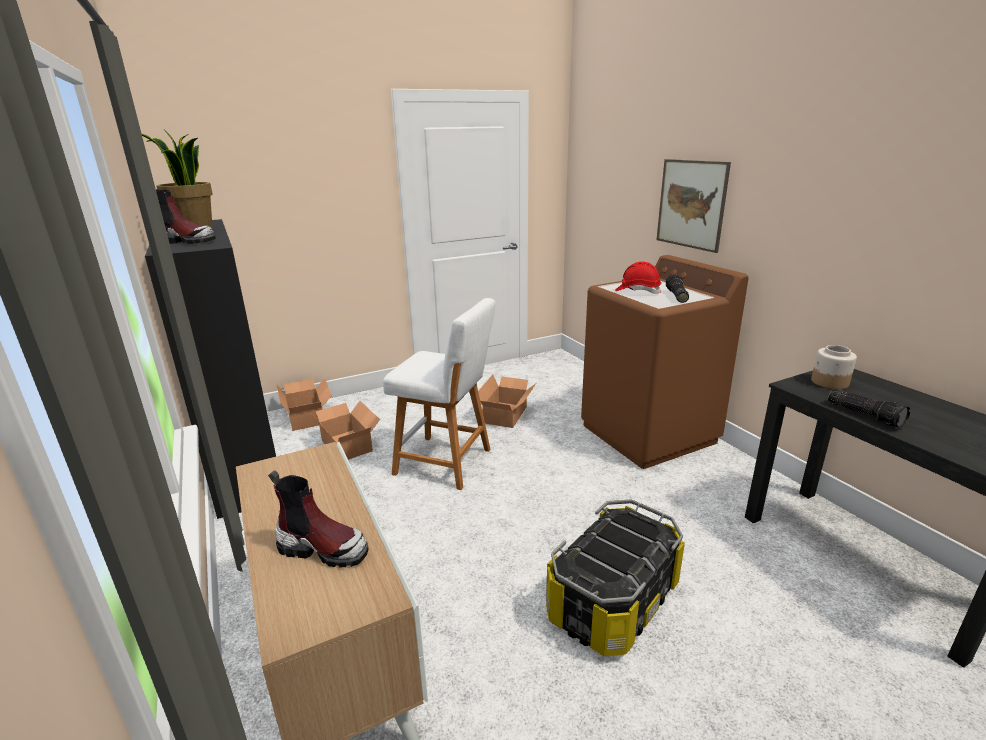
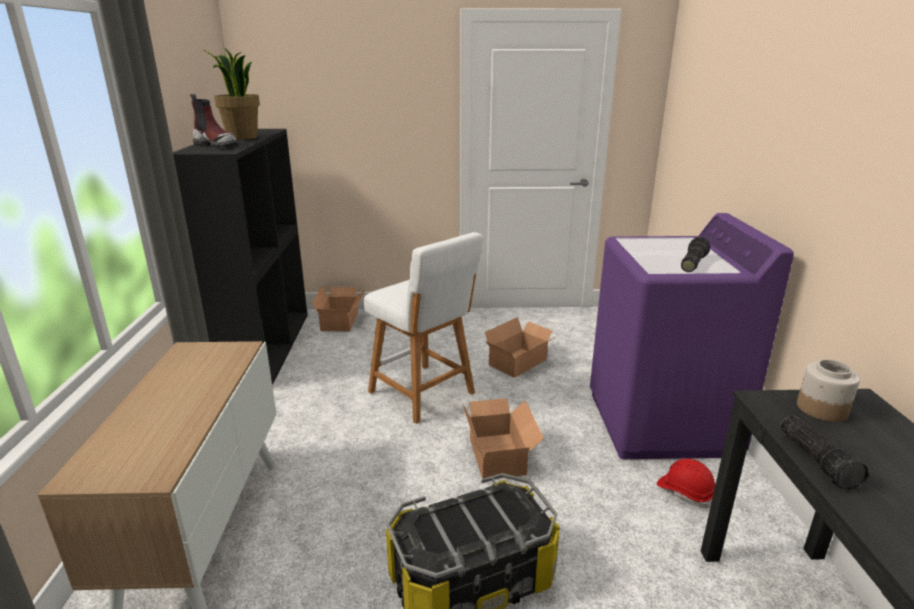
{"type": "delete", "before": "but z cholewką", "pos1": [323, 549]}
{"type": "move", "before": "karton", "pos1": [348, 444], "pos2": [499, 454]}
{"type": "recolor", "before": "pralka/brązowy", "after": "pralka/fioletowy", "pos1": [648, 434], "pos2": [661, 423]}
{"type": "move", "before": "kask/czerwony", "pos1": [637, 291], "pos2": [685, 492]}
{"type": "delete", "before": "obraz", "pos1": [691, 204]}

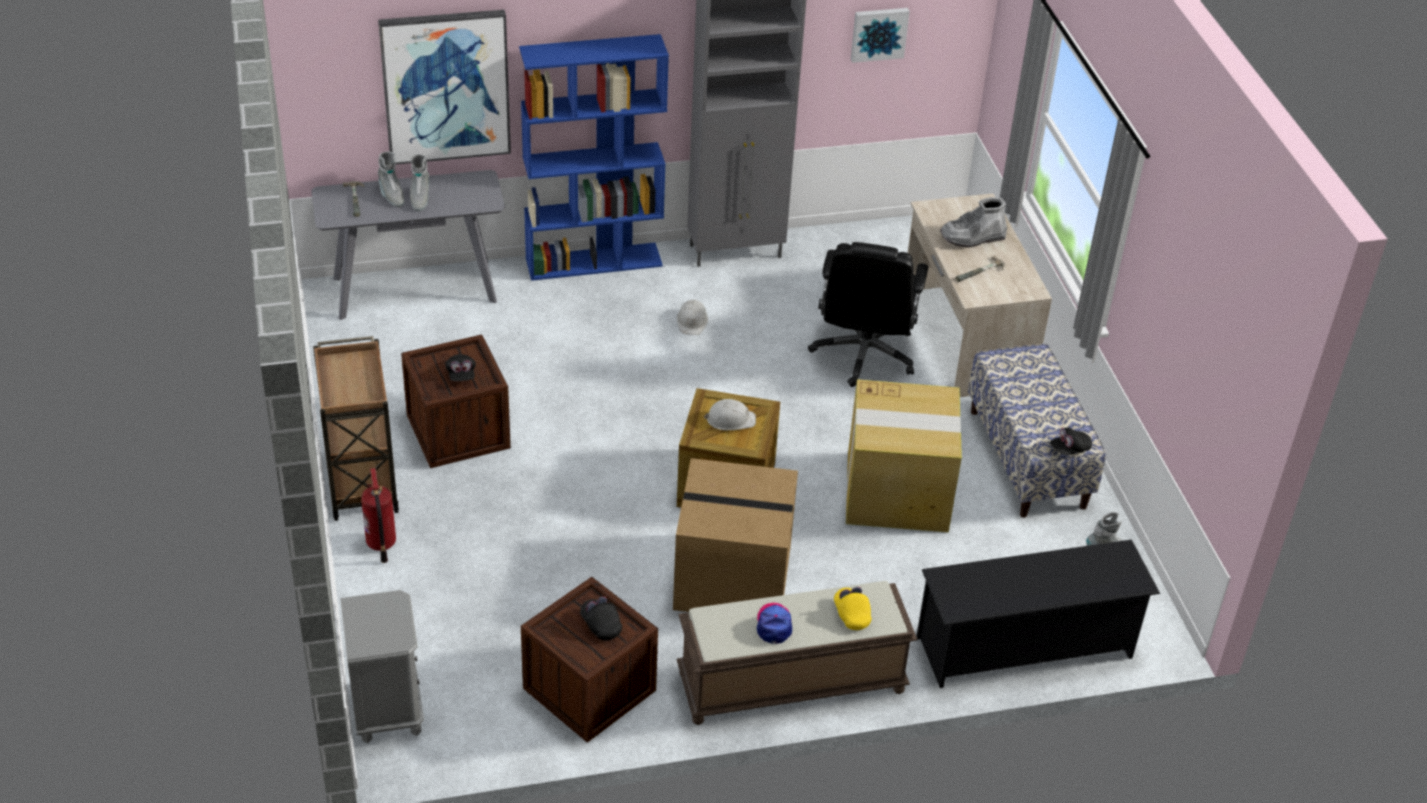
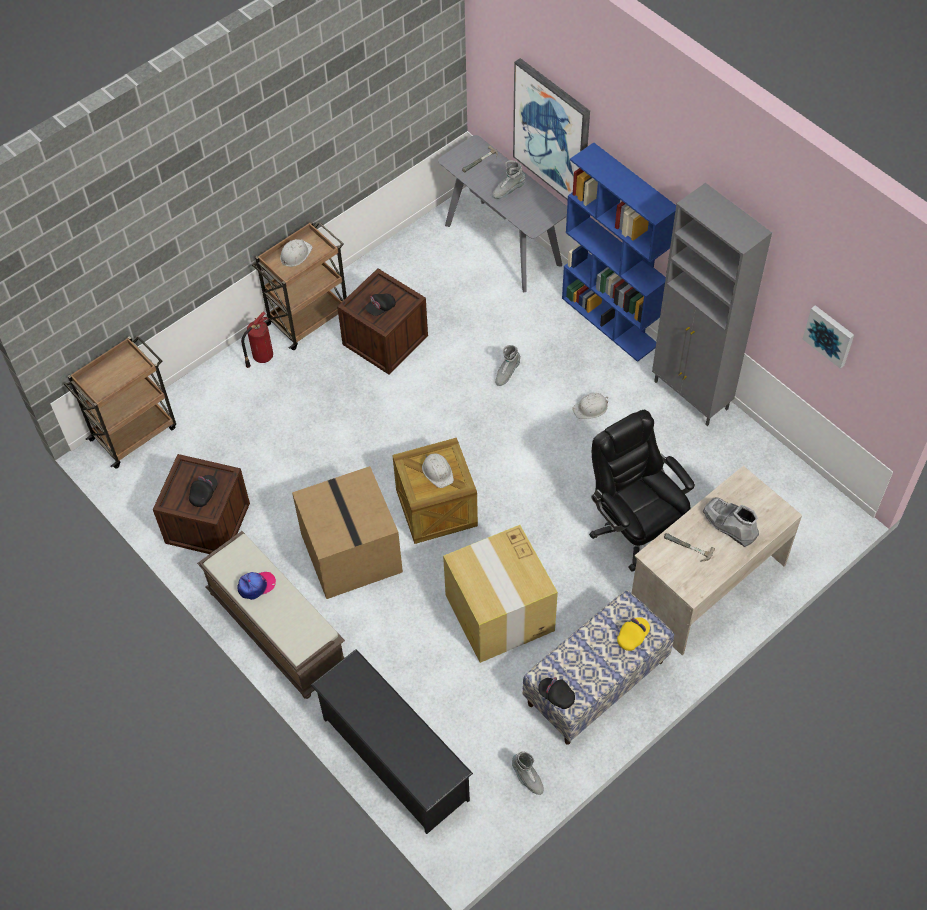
{"type": "replace", "before": "szafka nocna/szary", "after": "wózek/brązowy", "pos1": [387, 709], "pos2": [135, 432]}
{"type": "move", "before": "but z cholewką/szary", "pos1": [391, 195], "pos2": [507, 373]}
{"type": "rotate", "before": "krzesło biurowe/czarny", "pos1": [863, 354], "pos2": [635, 527], "turn": 75}
{"type": "move", "before": "czapka z daszkiem/żółty", "pos1": [851, 614], "pos2": [633, 636]}
{"type": "insert", "after": "kask/biały", "pos2": [295, 254]}

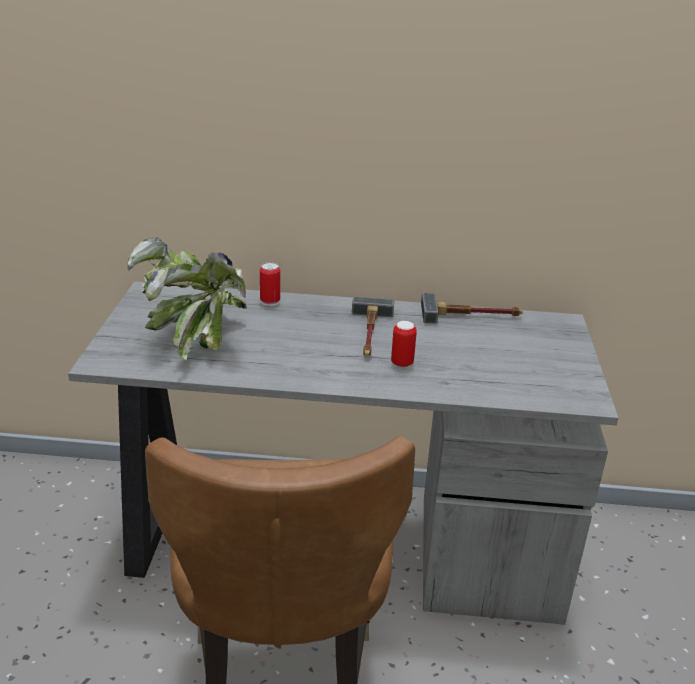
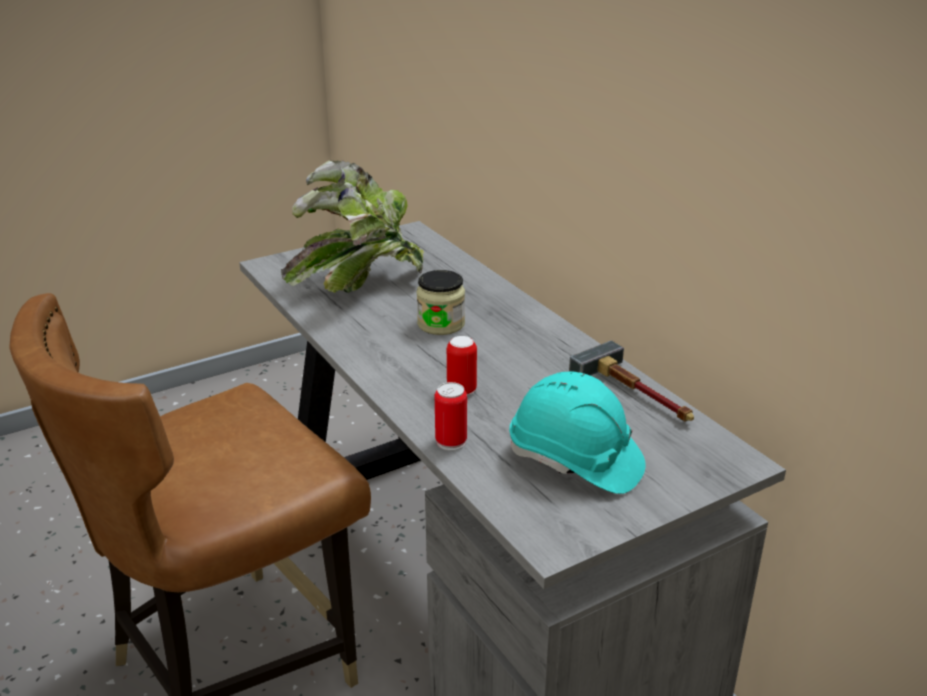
{"type": "move", "before": "puszka", "pos1": [270, 301], "pos2": [451, 441]}
{"type": "delete", "before": "młotek", "pos1": [369, 334]}
{"type": "insert", "after": "słoik", "pos2": [441, 324]}
{"type": "insert", "after": "kask/turkusowy", "pos2": [575, 461]}

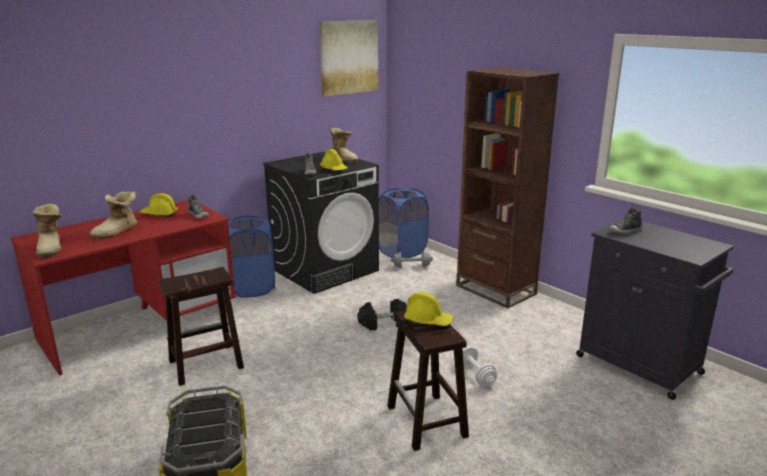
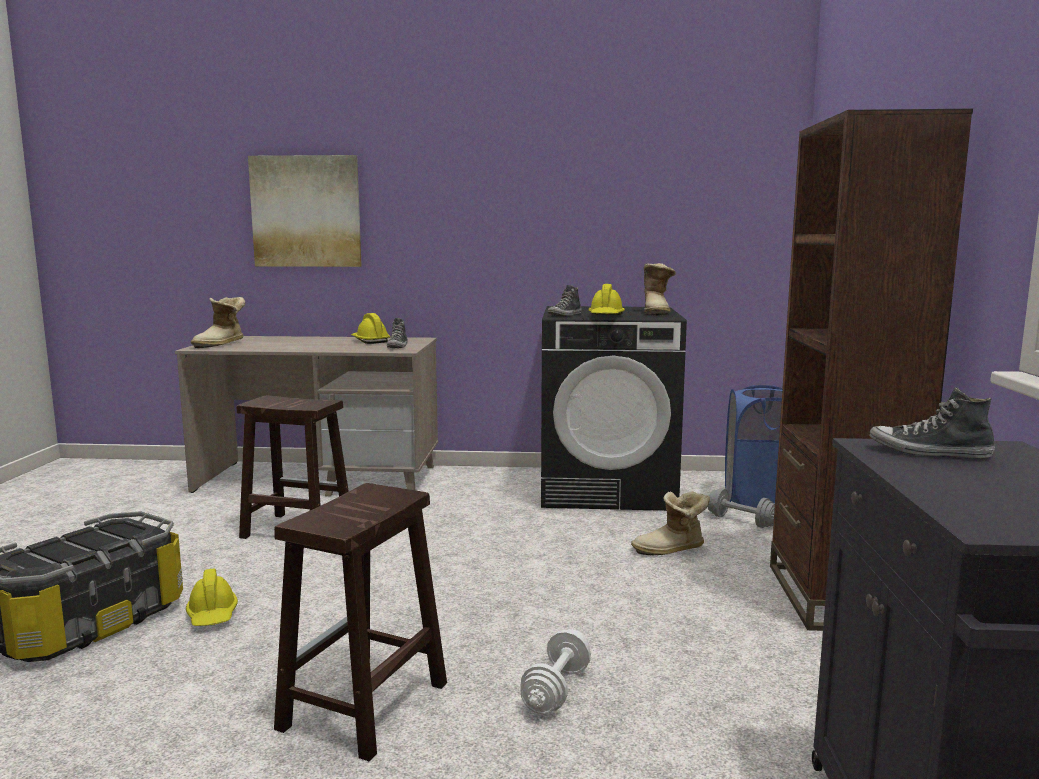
{"type": "recolor", "before": "biurko/czerwony", "after": "biurko/beżowy", "pos1": [141, 326], "pos2": [321, 479]}
{"type": "move", "before": "but z cholewką", "pos1": [118, 232], "pos2": [671, 550]}
{"type": "delete", "before": "kosz na pranie/niebieski", "pos1": [252, 288]}
{"type": "move", "before": "obraz", "pos1": [349, 57], "pos2": [306, 211]}
{"type": "delete", "before": "hantel/czarny", "pos1": [384, 323]}
{"type": "move", "before": "kask/żółty", "pos1": [428, 321], "pos2": [212, 615]}

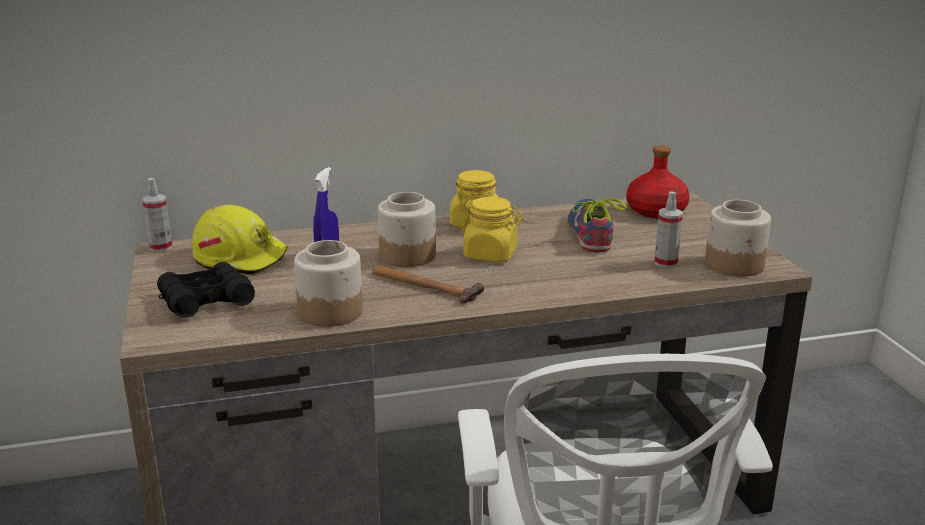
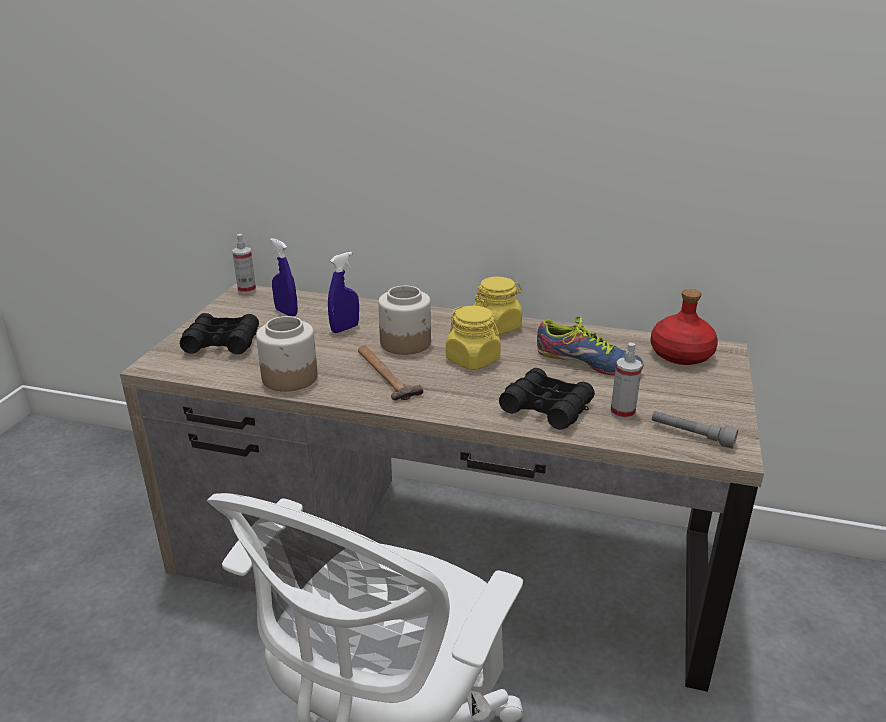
{"type": "replace", "before": "kask/żółty", "after": "spryskiwacz/niebieski", "pos1": [241, 258], "pos2": [286, 312]}
{"type": "rotate", "before": "but", "pos1": [590, 233], "pos2": [587, 361], "turn": 90}
{"type": "replace", "before": "słoik", "after": "latarka/szary", "pos1": [735, 265], "pos2": [691, 435]}
{"type": "insert", "after": "lornetka/czarny", "pos2": [546, 408]}

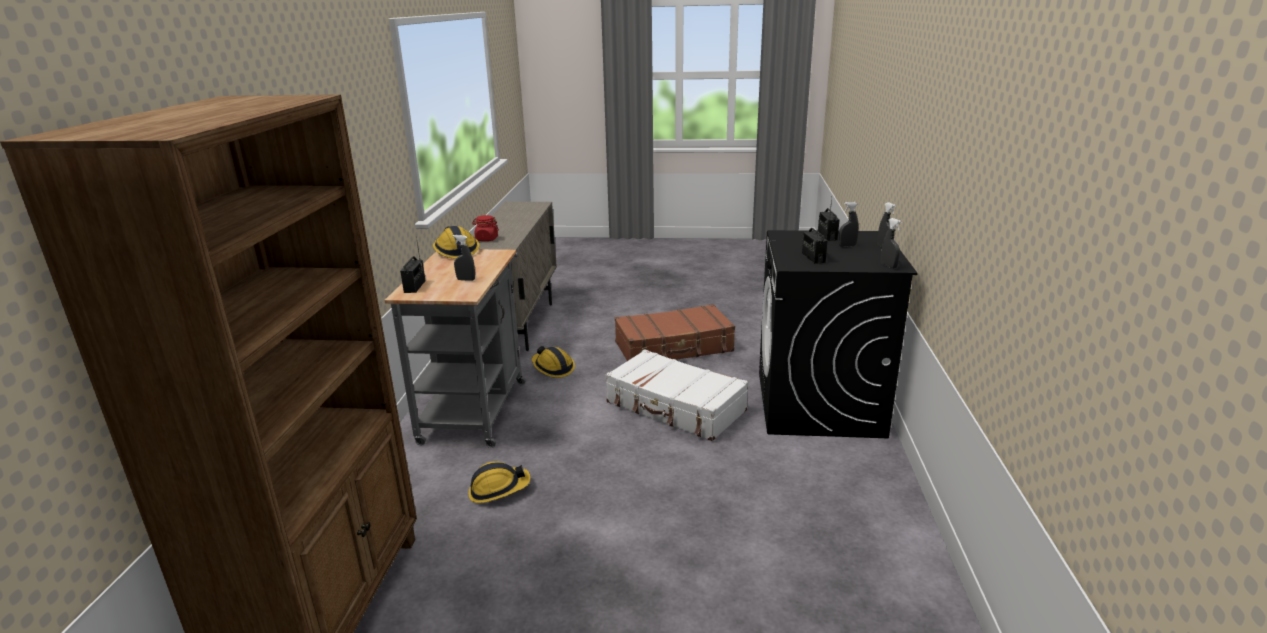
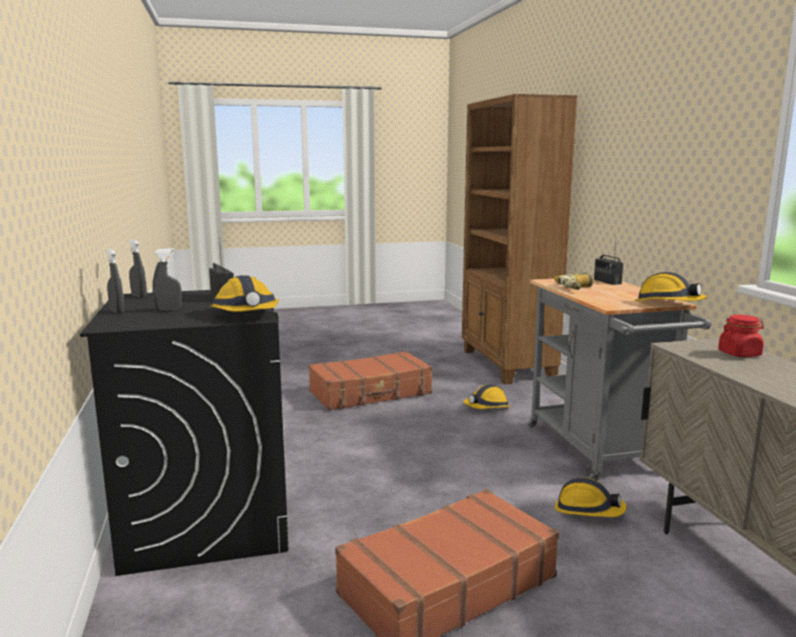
{"type": "replace", "before": "spryskiwacz/szary", "after": "wiertarka", "pos1": [466, 280], "pos2": [578, 287]}
{"type": "delete", "before": "walizka/biały", "pos1": [675, 407]}
{"type": "delete", "before": "radio", "pos1": [827, 236]}
{"type": "insert", "after": "kask", "pos2": [246, 314]}
{"type": "insert", "after": "walizka/brązowy", "pos2": [371, 393]}

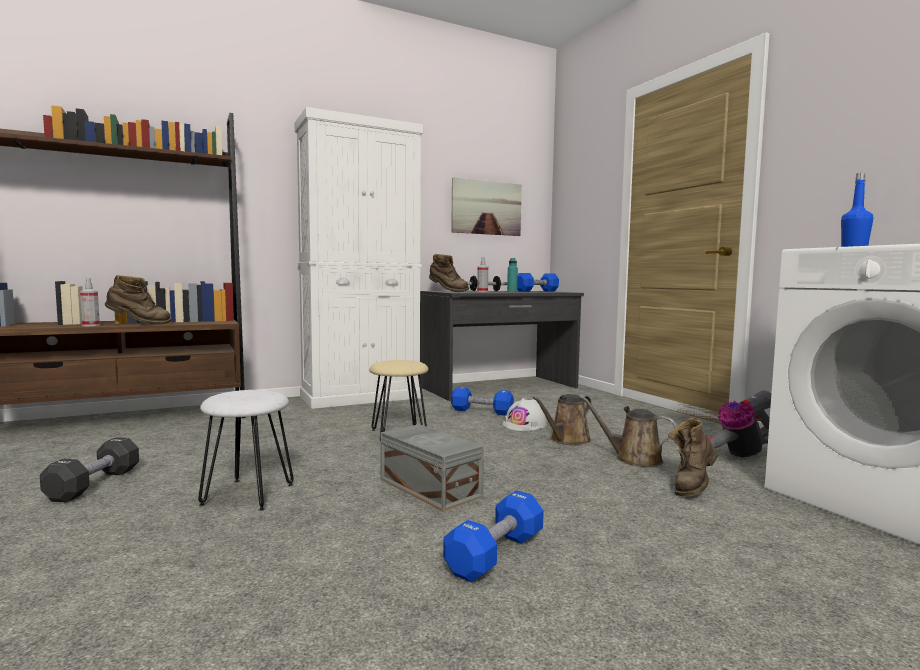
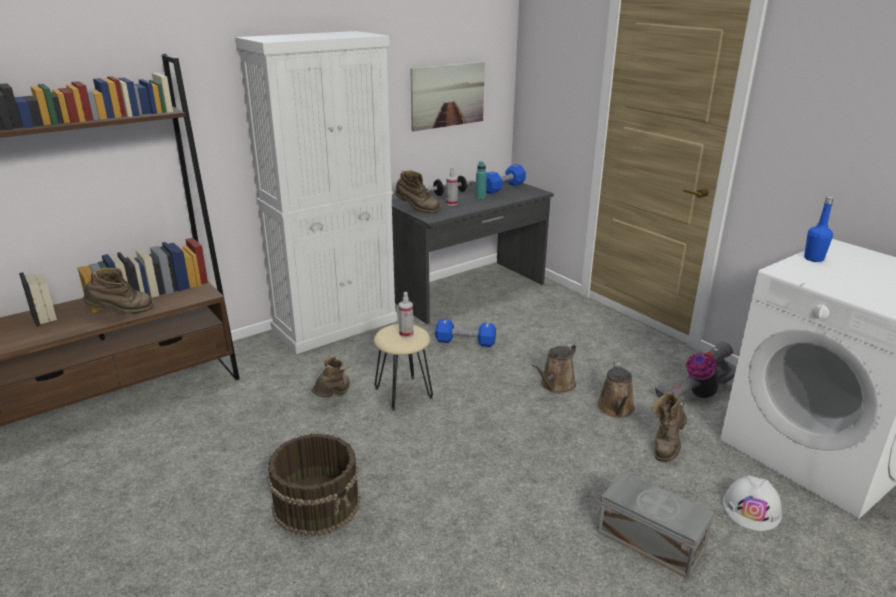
{"type": "delete", "before": "hantel/czarny", "pos1": [94, 484]}
{"type": "move", "before": "spryskiwacz", "pos1": [91, 325], "pos2": [406, 334]}
{"type": "replace", "before": "stołek/biały", "after": "wiadro/brązowy", "pos1": [249, 494], "pos2": [317, 503]}
{"type": "move", "before": "pojemnik do przechowywania/szary", "pos1": [430, 487], "pos2": [649, 538]}
{"type": "delete", "before": "hantel/niebieski", "pos1": [495, 554]}
{"type": "move", "before": "kask/biały", "pos1": [524, 424], "pos2": [751, 509]}
{"type": "rotate", "before": "konewka/brązowy", "pos1": [633, 459], "pos2": [616, 409], "turn": -105}
{"type": "insert", "after": "but z cholewką/brązowy", "pos2": [334, 397]}

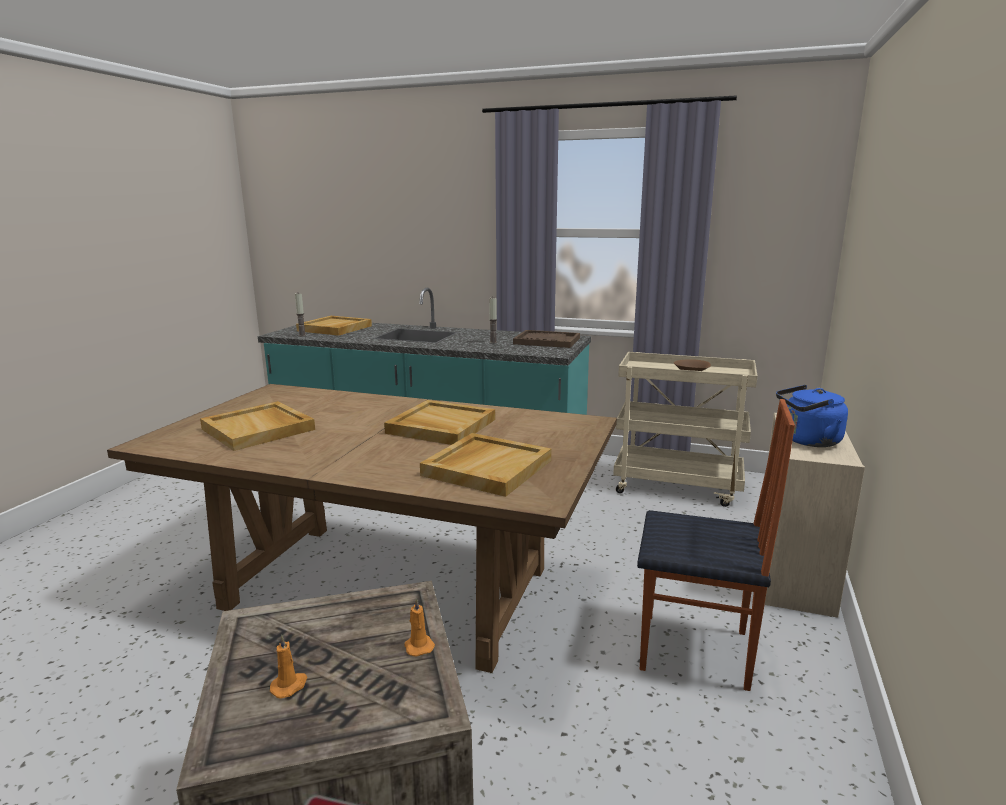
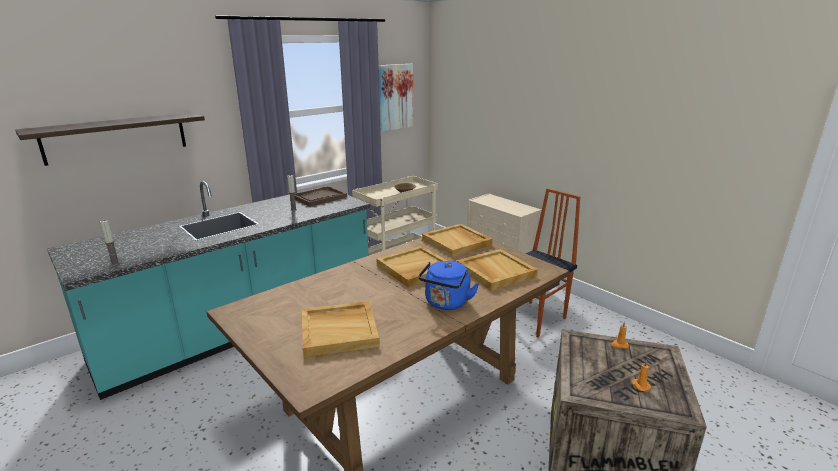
{"type": "move", "before": "taca/beżowy", "pos1": [335, 328], "pos2": [457, 242]}
{"type": "move", "before": "czajnik/niebieski", "pos1": [807, 441], "pos2": [446, 303]}
{"type": "insert", "after": "półka", "pos2": [116, 137]}
{"type": "insert", "after": "obraz", "pos2": [395, 97]}

